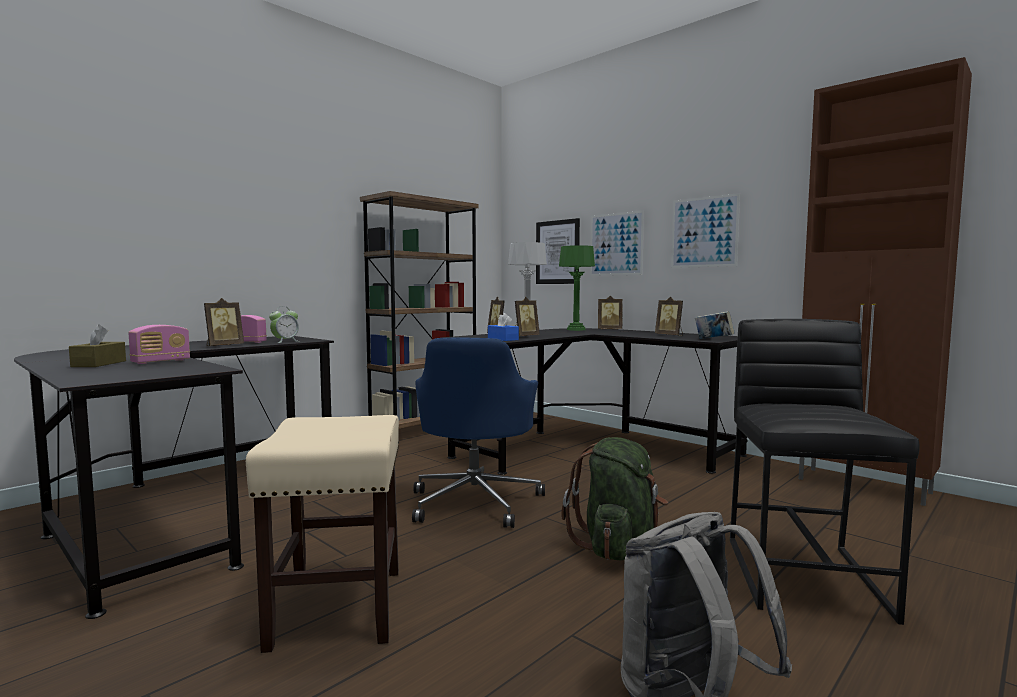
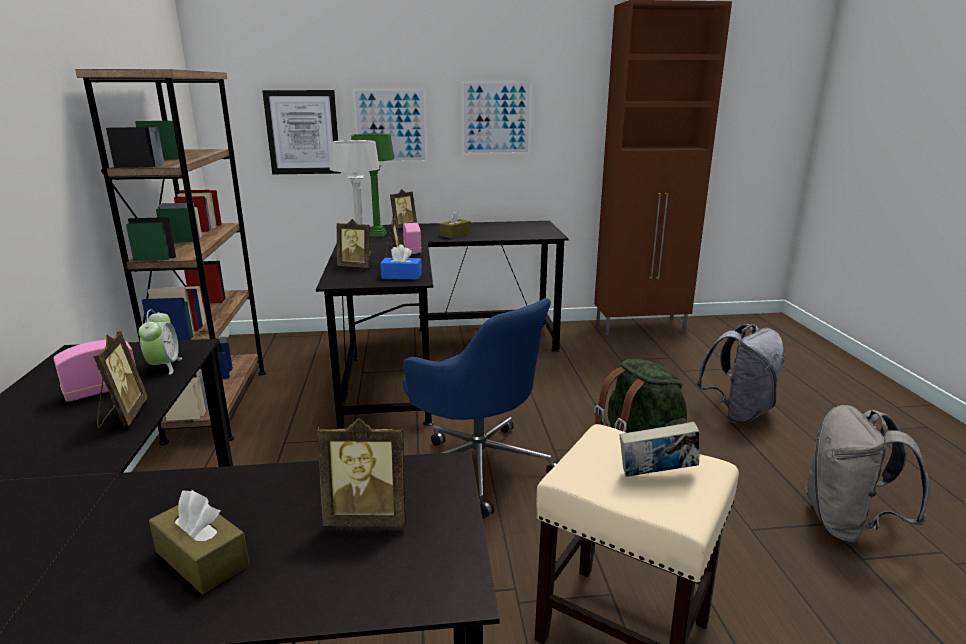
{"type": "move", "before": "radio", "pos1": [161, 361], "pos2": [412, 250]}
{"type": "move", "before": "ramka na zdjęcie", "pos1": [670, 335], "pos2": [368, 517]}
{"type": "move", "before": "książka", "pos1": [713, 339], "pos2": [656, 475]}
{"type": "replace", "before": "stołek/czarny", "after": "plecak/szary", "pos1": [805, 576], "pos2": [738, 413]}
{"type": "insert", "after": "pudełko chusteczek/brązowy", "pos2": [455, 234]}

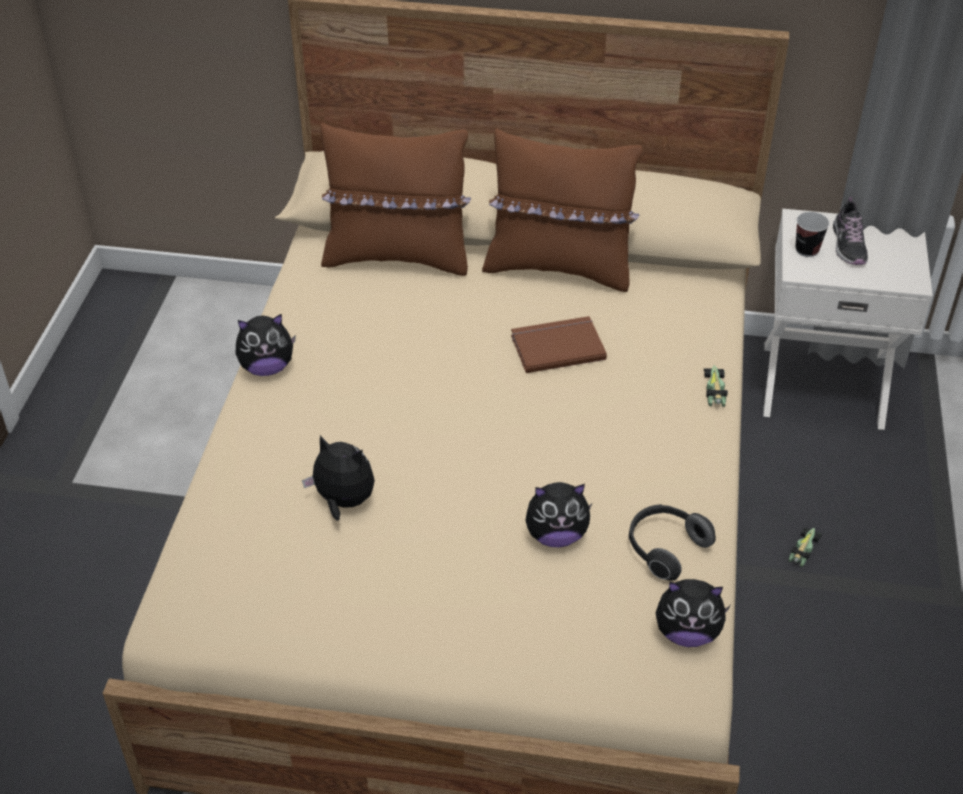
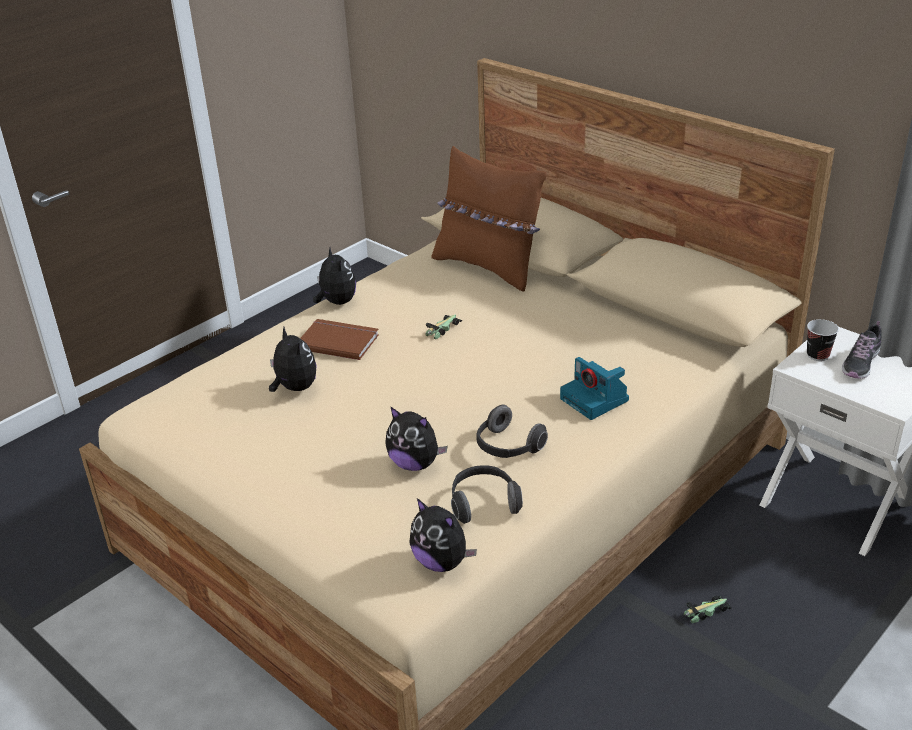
{"type": "rotate", "before": "pluszak", "pos1": [267, 367], "pos2": [336, 302], "turn": -135}
{"type": "delete", "before": "poduszka/brązowy", "pos1": [559, 268]}
{"type": "move", "before": "książka/brązowy", "pos1": [556, 346], "pos2": [338, 341]}
{"type": "move", "before": "samochodzik", "pos1": [715, 389], "pos2": [442, 329]}
{"type": "insert", "after": "słuchawki", "pos2": [507, 447]}
{"type": "insert", "after": "aparat fotograficzny", "pos2": [595, 400]}

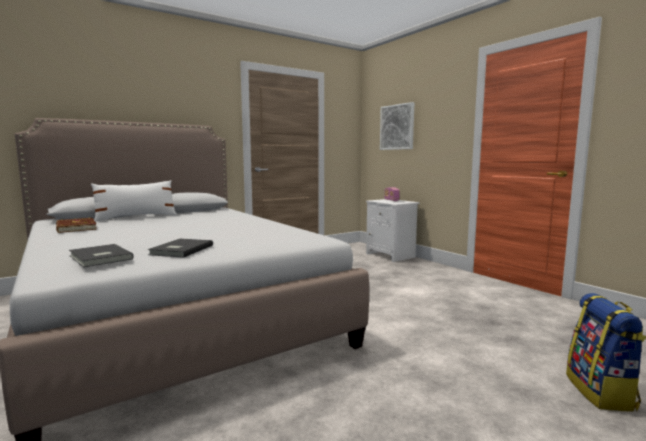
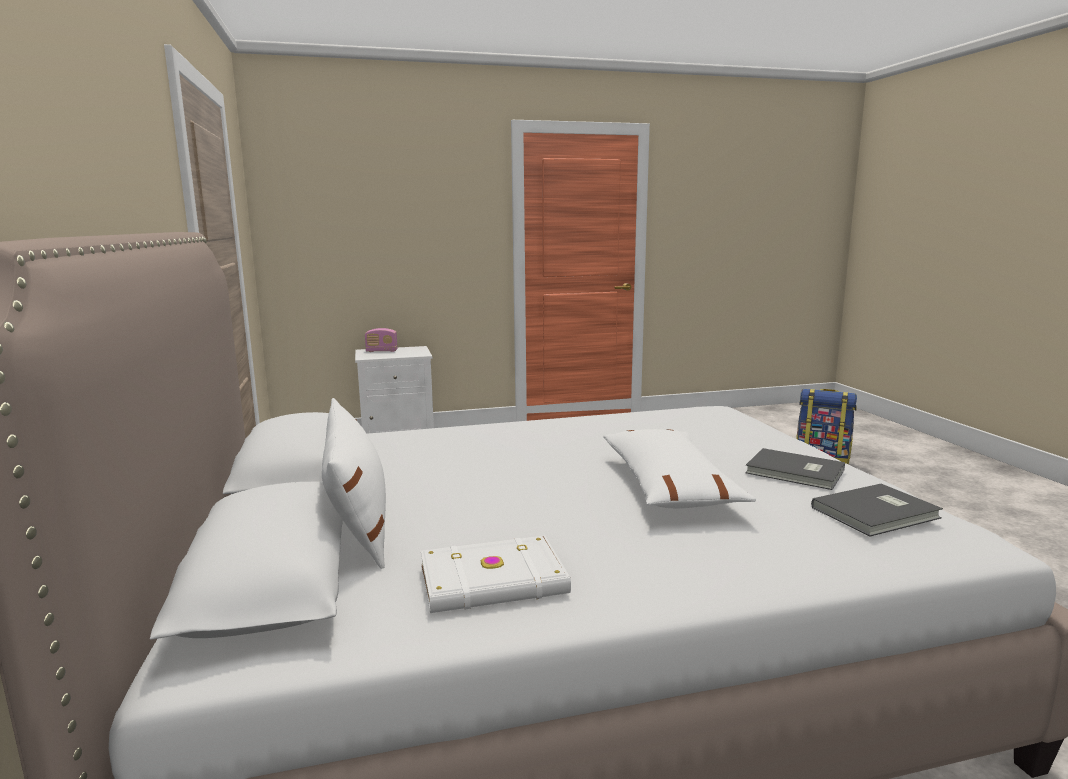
{"type": "recolor", "before": "książka/brązowy", "after": "książka/biały", "pos1": [75, 228], "pos2": [494, 581]}
{"type": "delete", "before": "obraz", "pos1": [397, 127]}
{"type": "insert", "after": "poduszka/biały", "pos2": [668, 485]}

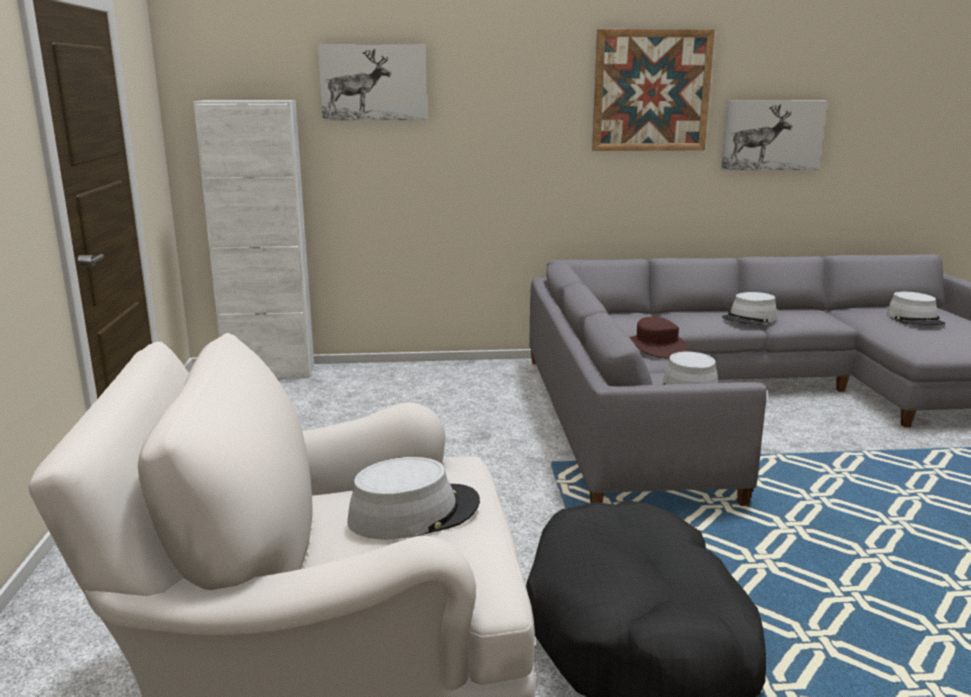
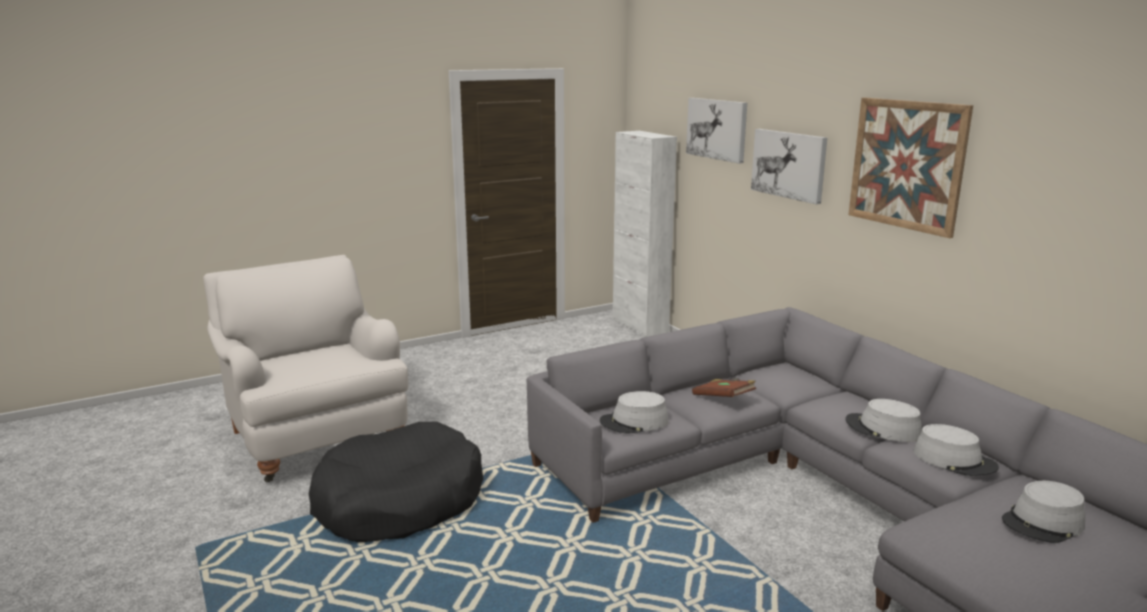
{"type": "move", "before": "kapelusz/szary", "pos1": [414, 512], "pos2": [954, 460]}
{"type": "replace", "before": "kapelusz/brązowy", "after": "książka/brązowy", "pos1": [656, 347], "pos2": [723, 399]}
{"type": "move", "before": "obraz", "pos1": [772, 135], "pos2": [789, 164]}

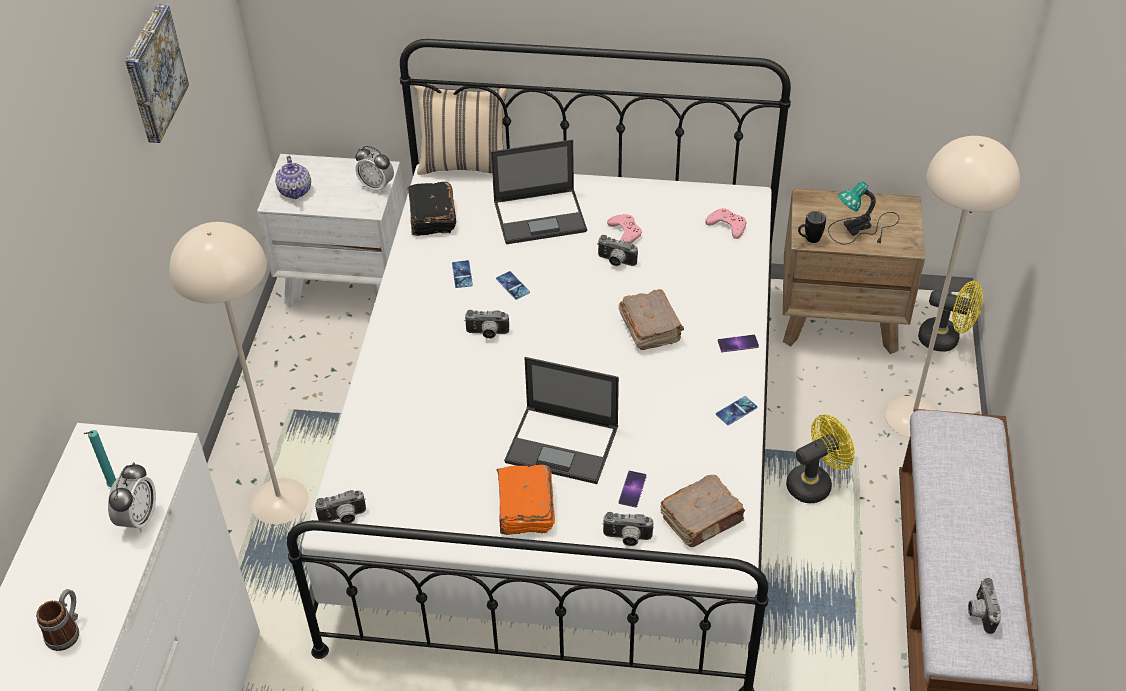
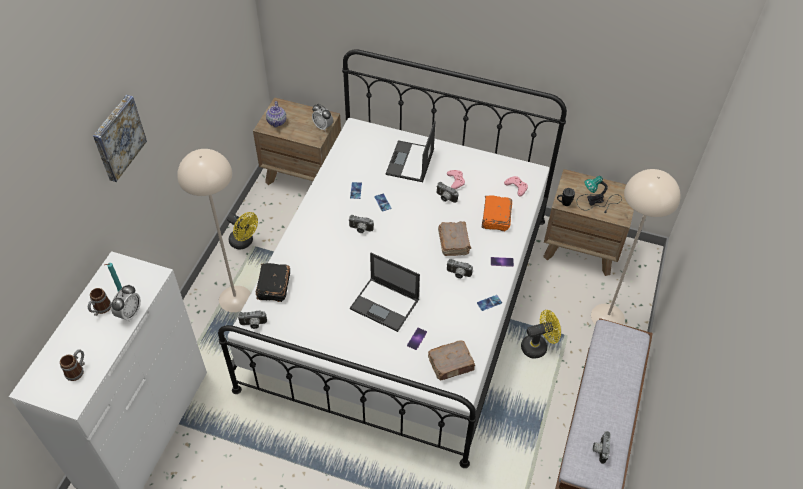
{"type": "move", "before": "obraz", "pos1": [152, 73], "pos2": [117, 137]}
{"type": "recolor", "before": "szafka nocna/biały", "after": "szafka nocna/brązowy", "pos1": [347, 281], "pos2": [303, 174]}
{"type": "move", "before": "książka/czarny", "pos1": [431, 218], "pos2": [273, 287]}
{"type": "delete", "before": "poduszka/beżowy", "pos1": [464, 164]}
{"type": "rotate", "before": "laptop", "pos1": [541, 216], "pos2": [410, 162], "turn": 105}
{"type": "move", "before": "książka/pomarańczowy", "pos1": [525, 509], "pos2": [495, 218]}
{"type": "move", "before": "aparat fotograficzny", "pos1": [627, 539], "pos2": [458, 274]}
{"type": "move", "before": "wentylator/żółty", "pos1": [945, 339], "pos2": [244, 242]}
{"type": "insert", "after": "kubek", "pos2": [100, 309]}

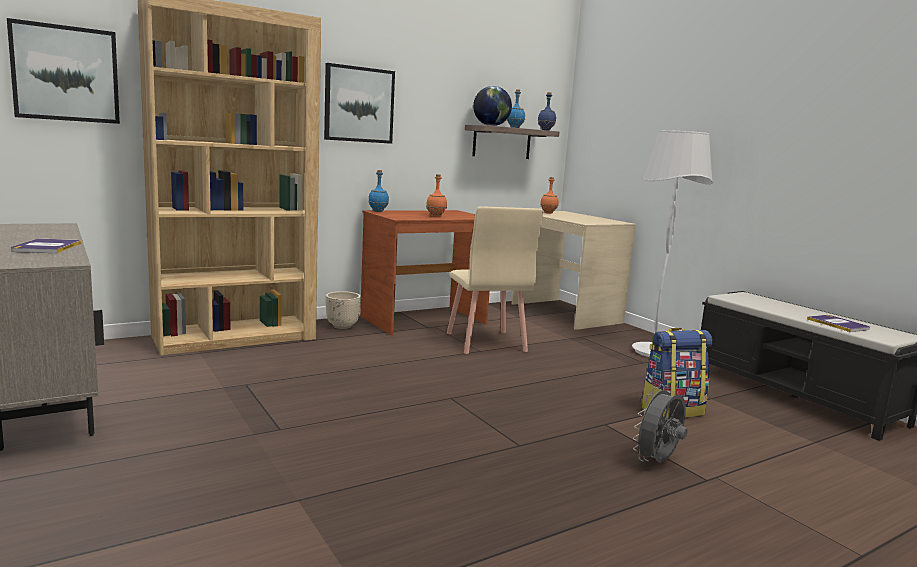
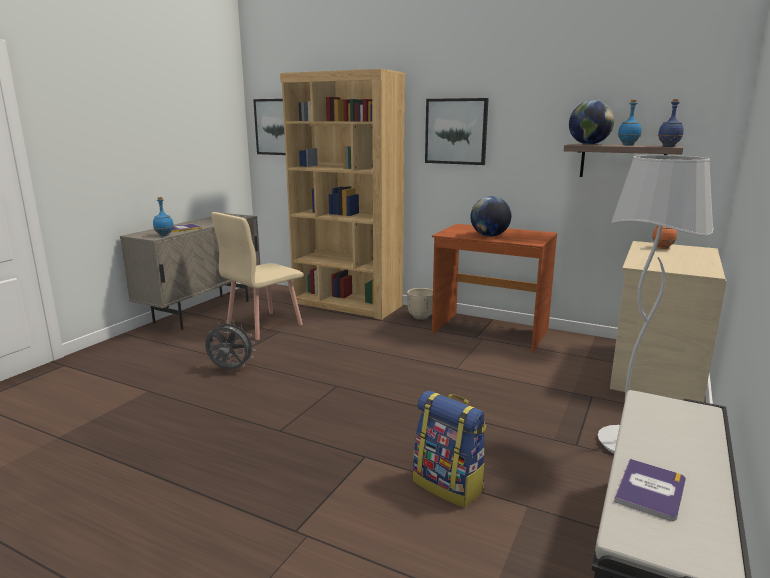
{"type": "move", "before": "butelka/niebieski", "pos1": [378, 211], "pos2": [164, 235]}
{"type": "replace", "before": "butelka/pomarańczowy", "after": "globus", "pos1": [436, 216], "pos2": [489, 236]}
{"type": "move", "before": "krzesło/beżowy", "pos1": [485, 342], "pos2": [263, 325]}
{"type": "move", "before": "wentylator/szary", "pos1": [657, 462], "pos2": [230, 370]}

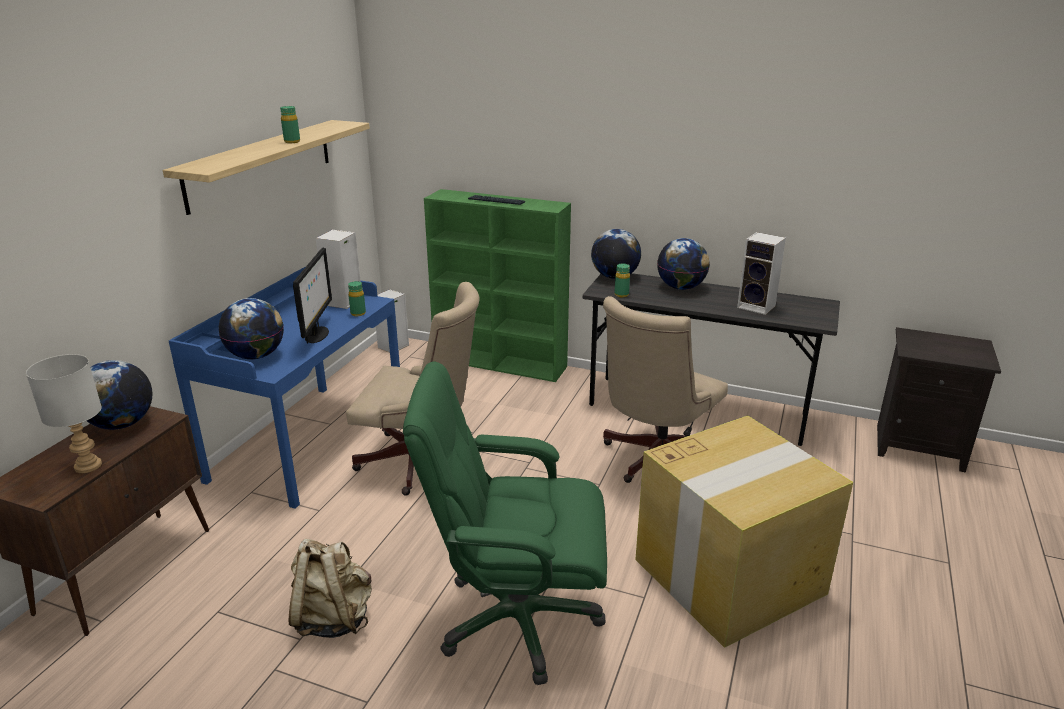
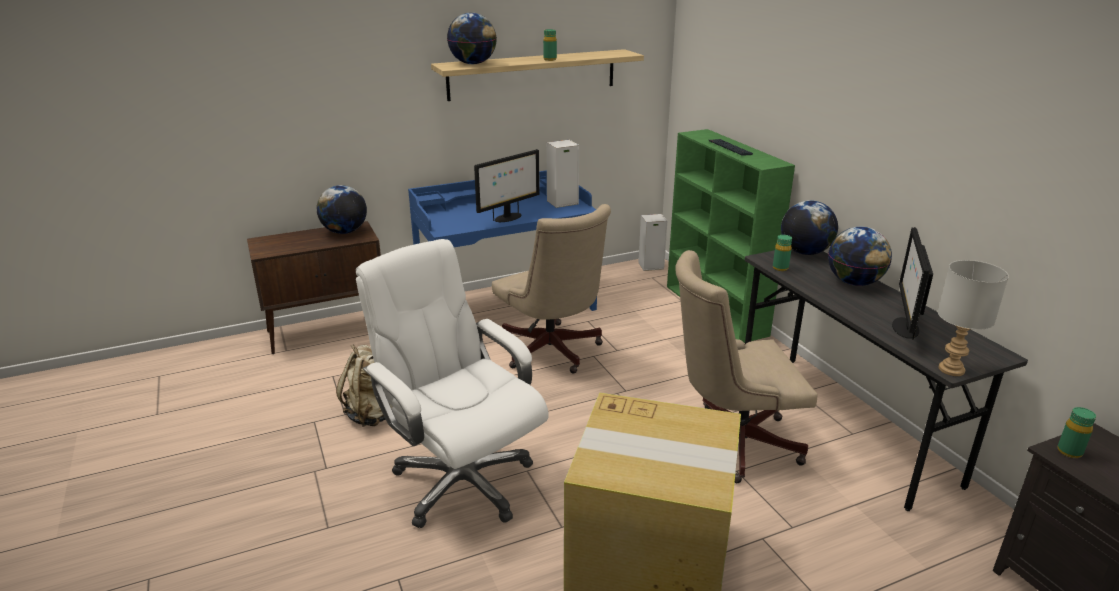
{"type": "move", "before": "lampa stołowa/szary", "pos1": [87, 466], "pos2": [950, 369]}
{"type": "move", "before": "globus", "pos1": [256, 356], "pos2": [473, 64]}
{"type": "move", "before": "butelka/zielony", "pos1": [358, 313], "pos2": [1069, 452]}
{"type": "recolor", "before": "krzesło biurowe/zielony", "after": "krzesło biurowe/biały", "pos1": [516, 619], "pos2": [461, 481]}
{"type": "replace", "before": "głośnik", "after": "monitor", "pos1": [758, 307], "pos2": [904, 327]}

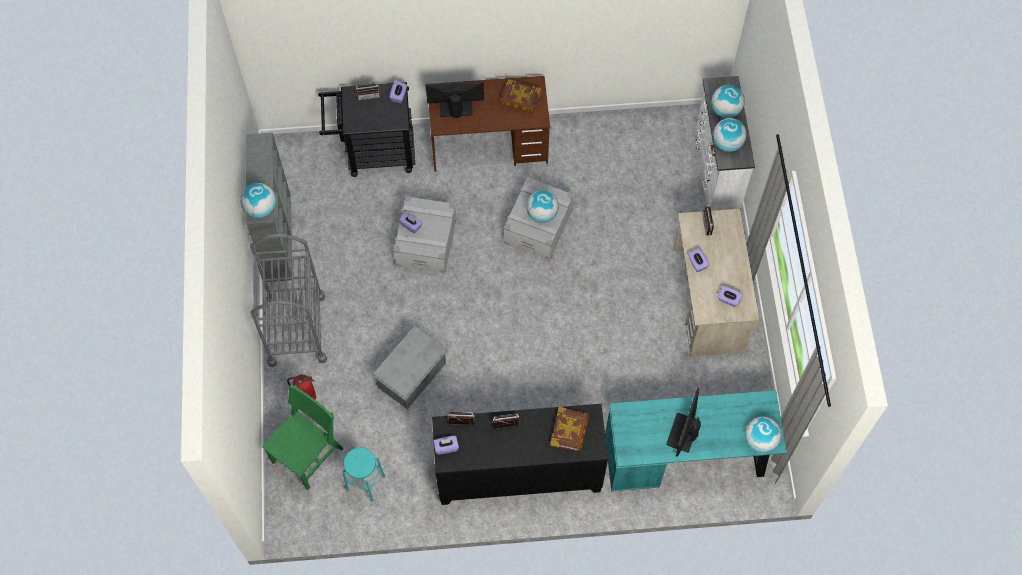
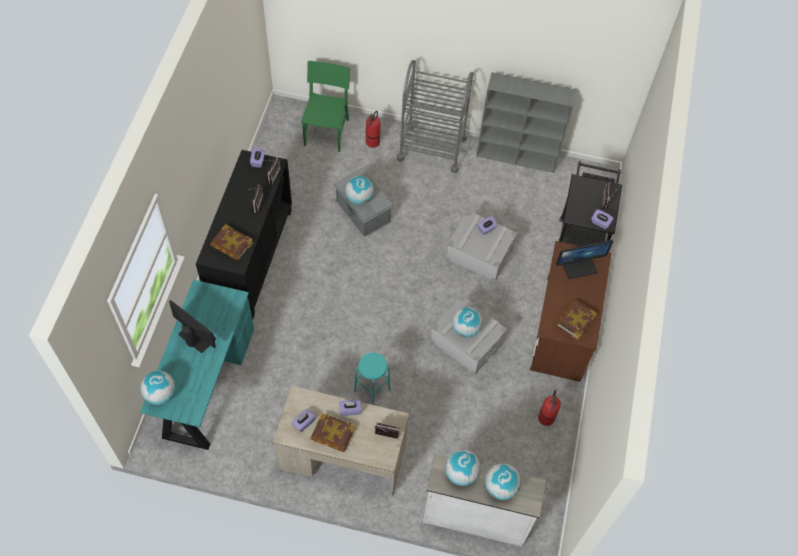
{"type": "move", "before": "globus", "pos1": [261, 209], "pos2": [359, 198]}
{"type": "rotate", "before": "krzesło/zielony", "pos1": [308, 455], "pos2": [326, 132], "turn": -135}
{"type": "move", "before": "stołek/turkusowy", "pos1": [365, 483], "pos2": [372, 390]}
{"type": "rotate", "before": "monitor", "pos1": [455, 107], "pos2": [579, 267], "turn": 60}
{"type": "insert", "after": "książka", "pos2": [332, 434]}
{"type": "insert", "after": "gaśnica", "pos2": [546, 418]}

